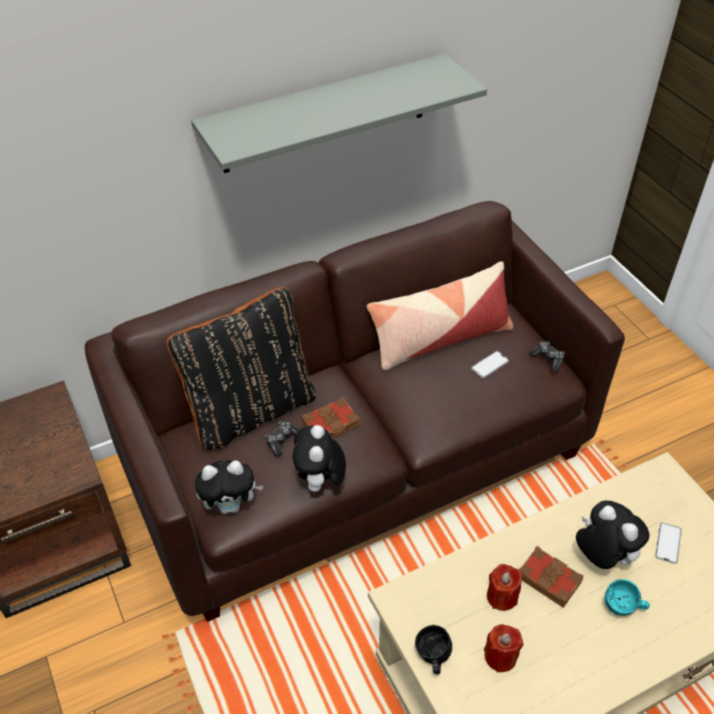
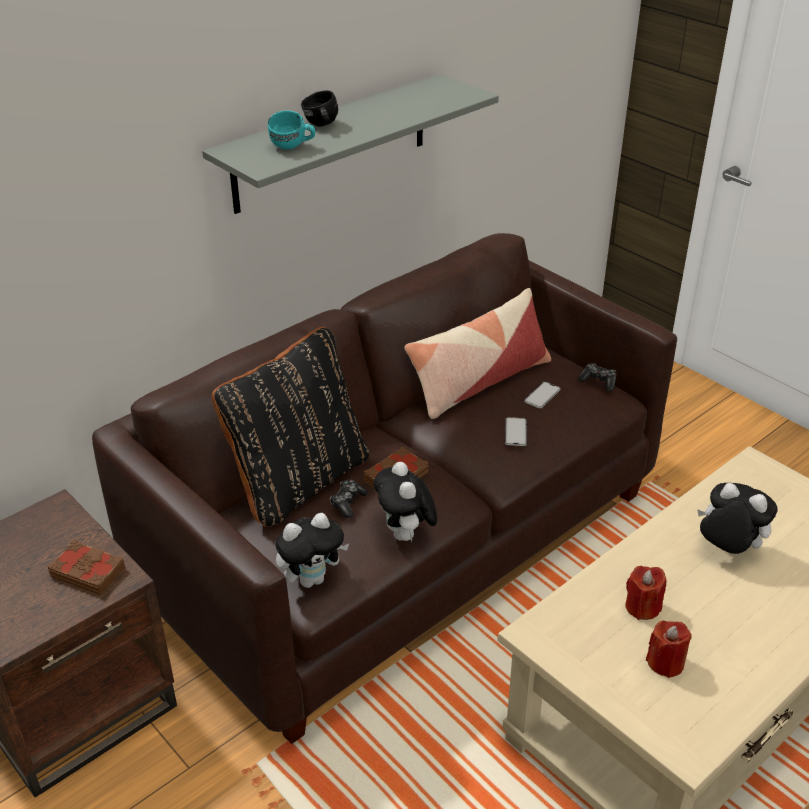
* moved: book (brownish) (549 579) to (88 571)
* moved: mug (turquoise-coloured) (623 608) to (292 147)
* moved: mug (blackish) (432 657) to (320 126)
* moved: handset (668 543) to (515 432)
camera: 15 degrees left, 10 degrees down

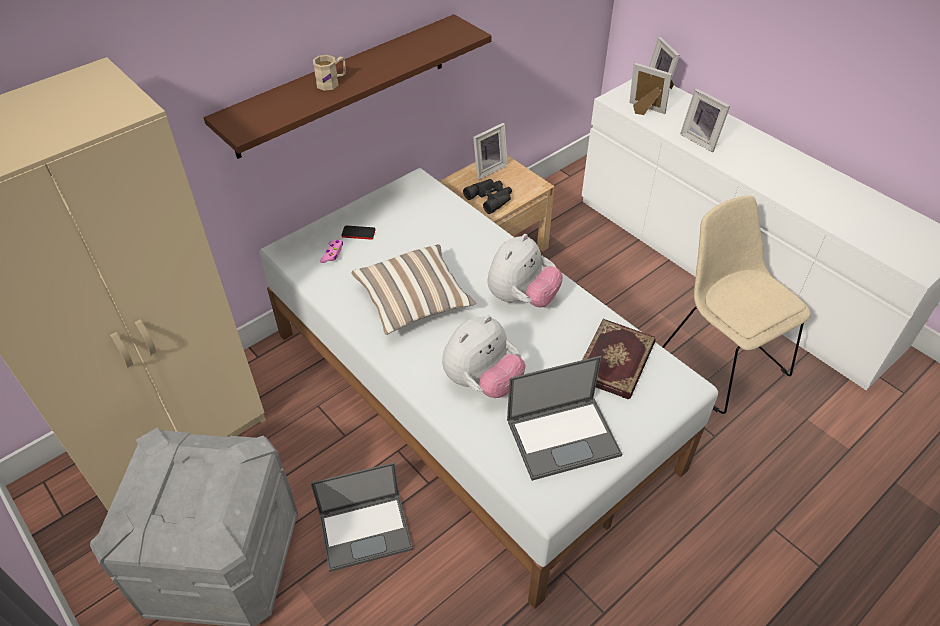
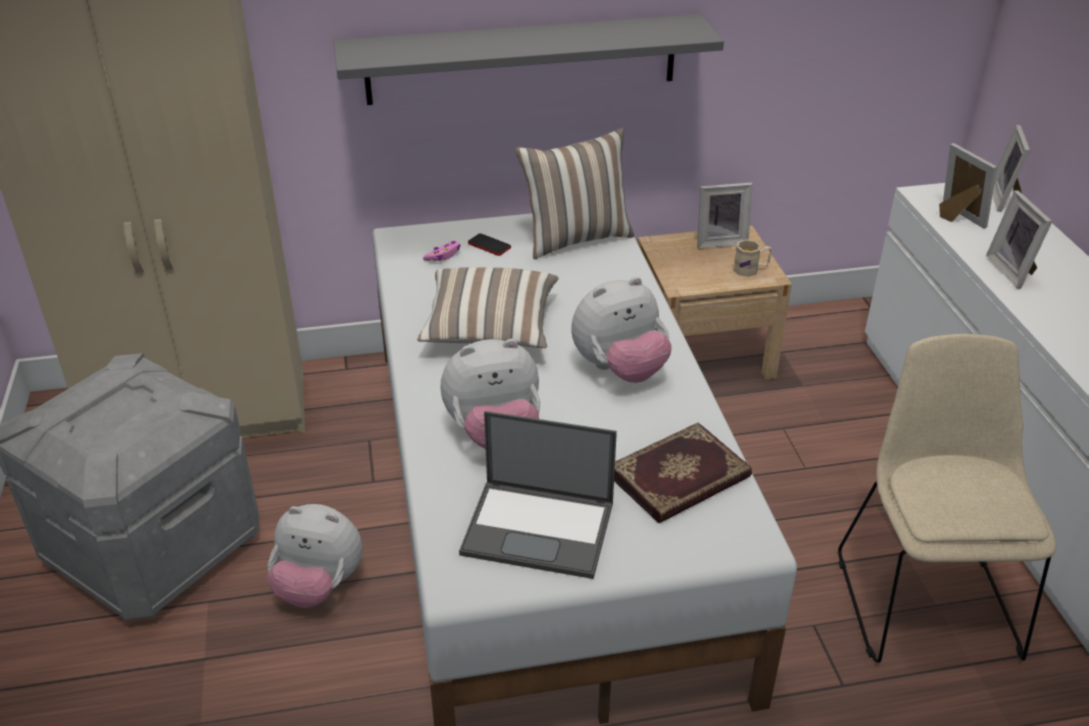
* replaced: portable computer (366 530) to soft toy (318 586)
* recoloured: bracket shelf (brownish) (342 85) to bracket shelf (grey) (522 59)
* added: pillow (576 238)
* moved: mug (sand-coloured) (332 82) to (751 269)
* removed: pair of binoculars (blackish) (491 198)
camera: 30 degrees right, 10 degrees down

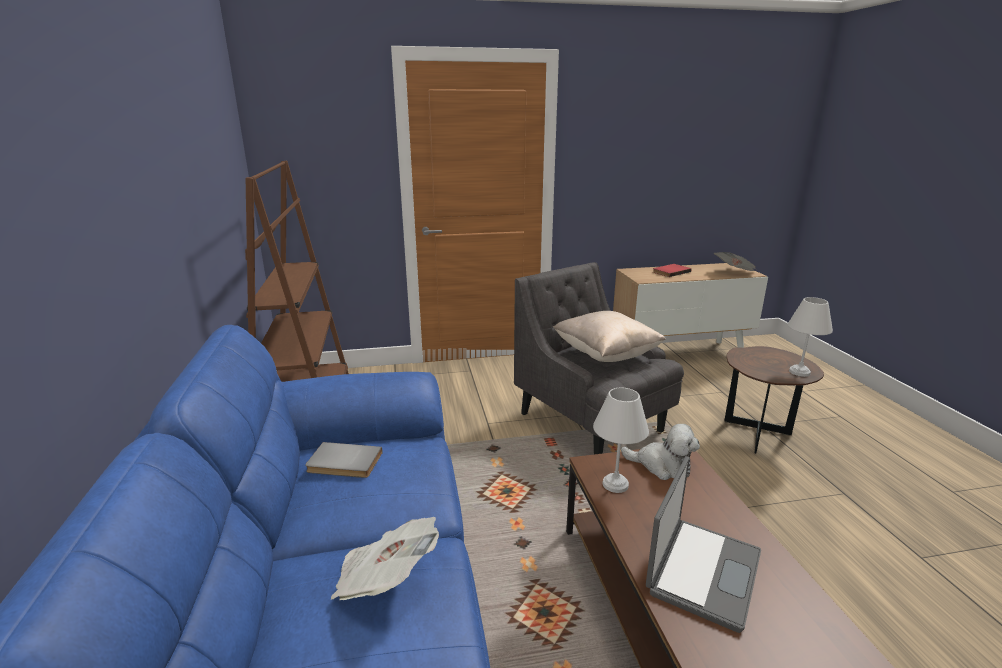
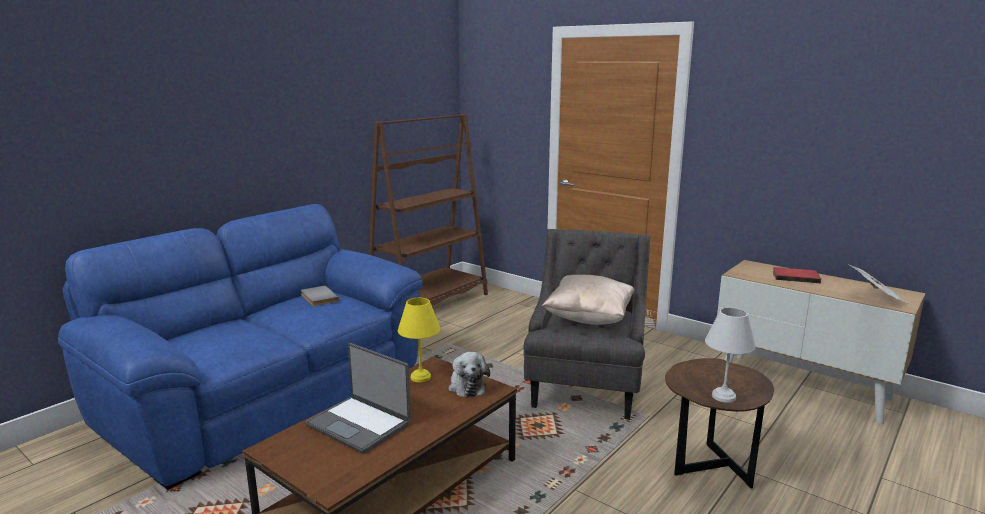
* turned: portable computer (701 571) = (360 424) 45 degrees clockwise
* recoloured: lamp for a table (whitish) (616 484) to lamp for a table (yellow-coloured) (421 377)
* removed: newspaper (386 579)
camera: 50 degrees right, 5 degrees down

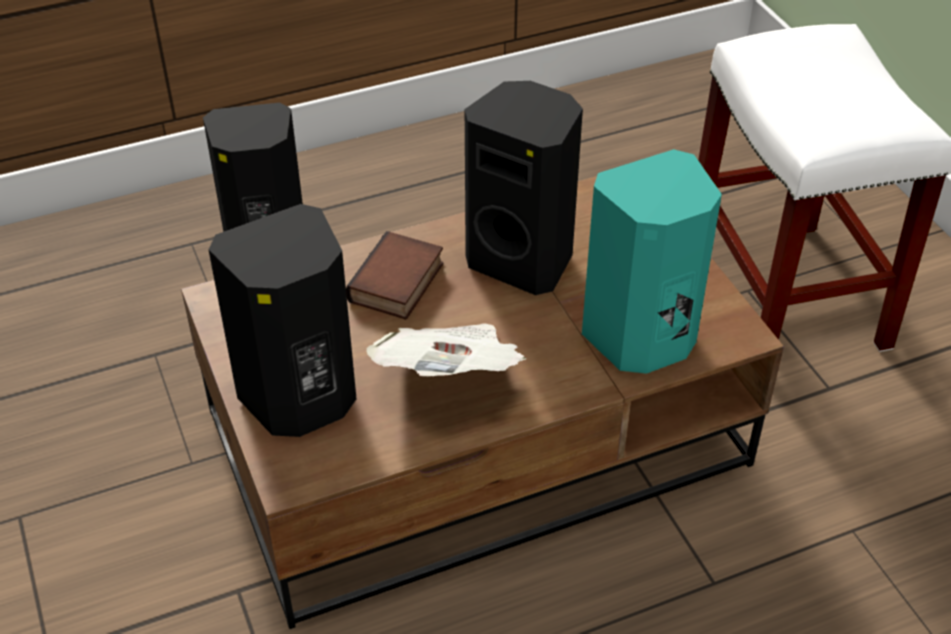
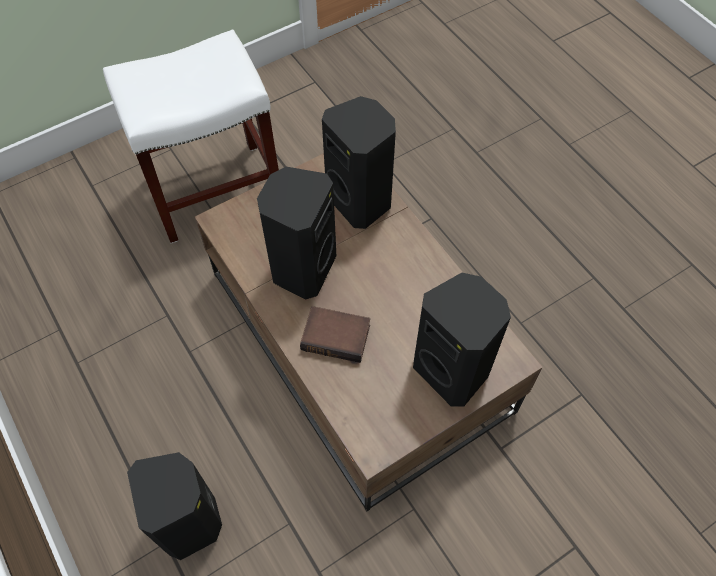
* recoloured: loudspeaker (turquoise-coloured) (641 340) to loudspeaker (blackish) (361 201)
* removed: newspaper (450 377)
camera: 100 degrees left, 15 degrees up

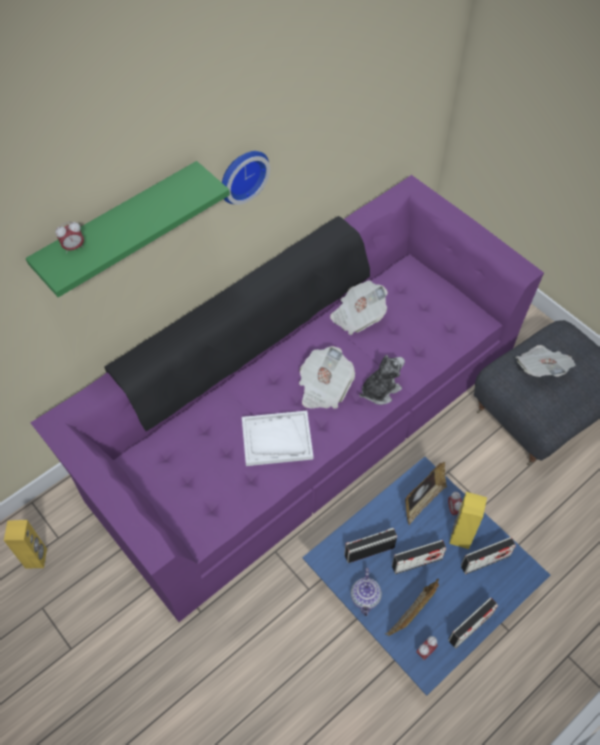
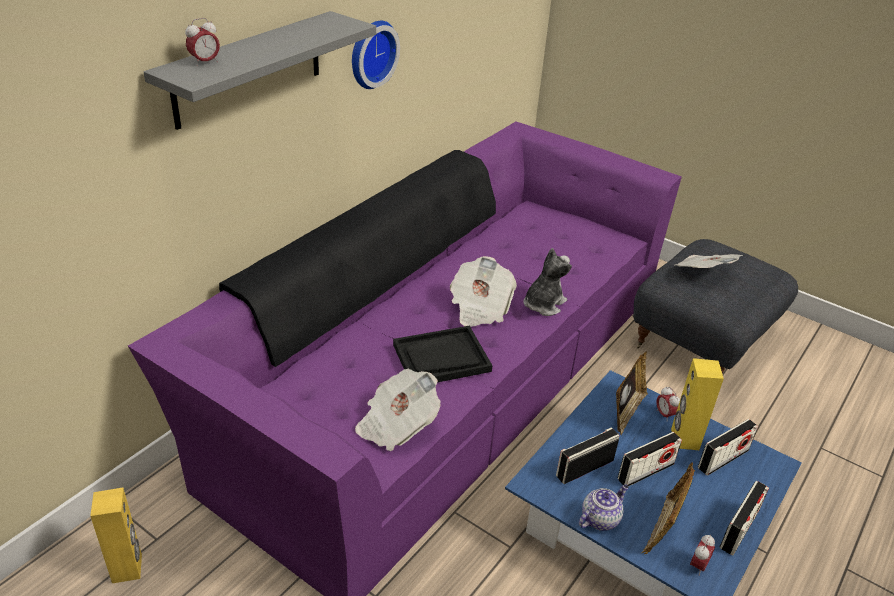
* recoloured: bracket shelf (green-coloured) (119 225) to bracket shelf (grey) (249 69)
* moved: newspaper (357 316) to (396 425)
* recoloured: serving tray (whitish) (276 439) to serving tray (blackish) (441 358)
* turned: tea pot (365 598) = (600 518) 120 degrees counterclockwise
camera: 15 degrees left, 20 degrees down

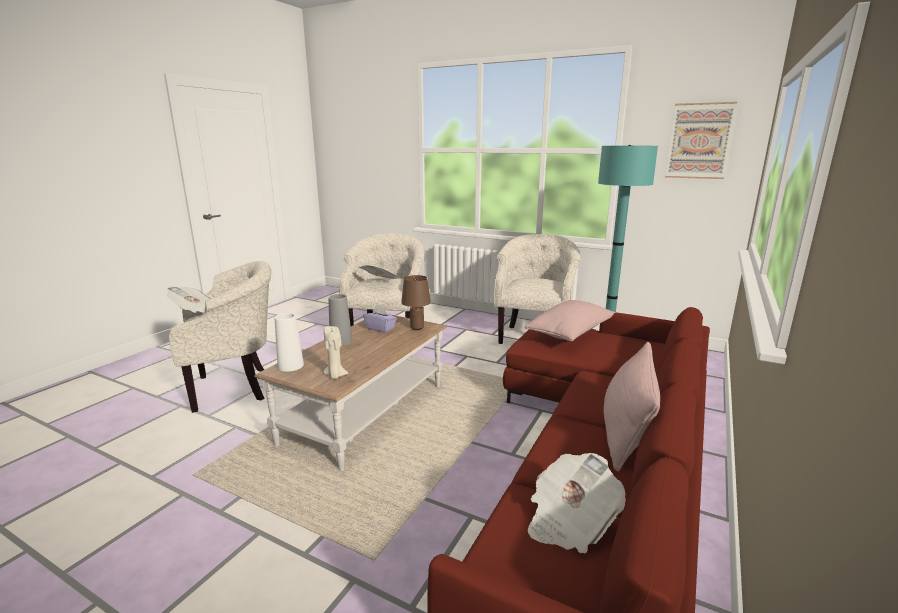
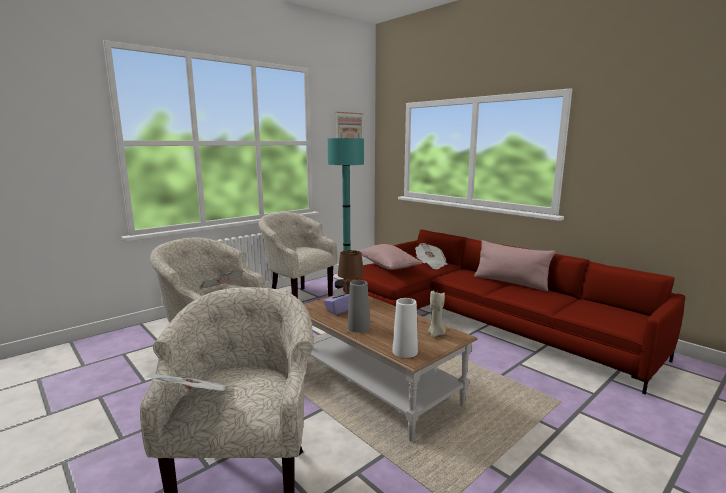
* moved: newspaper (569 521) to (430 264)
camera: 70 degrees left, 5 degrees down

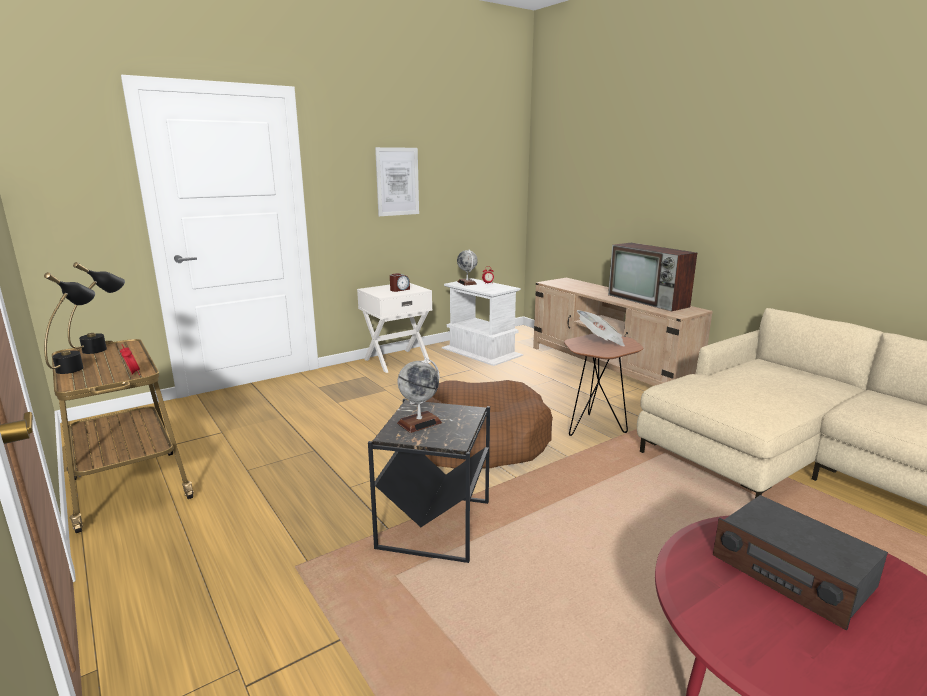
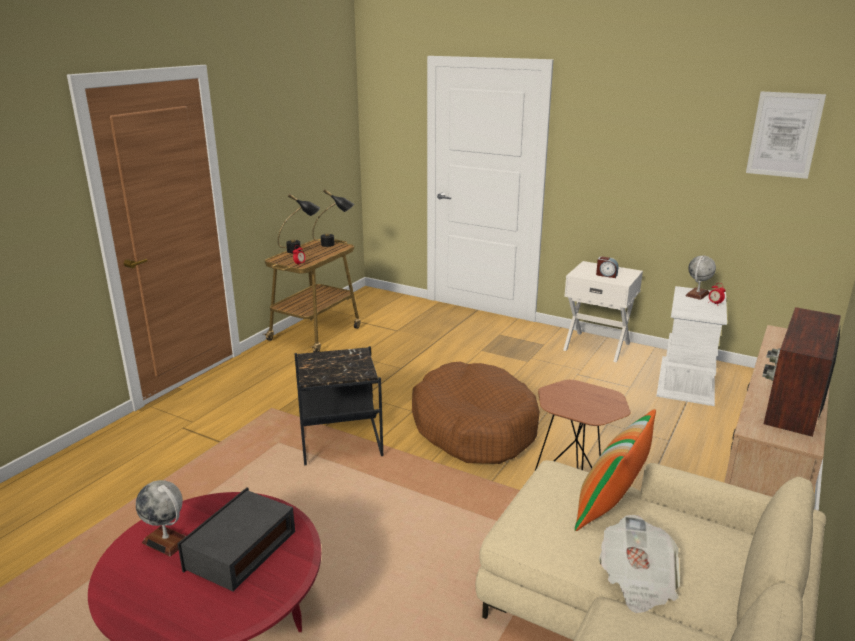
* moved: desk globe (419 423) to (166 541)
* added: pillow (610 508)
* moved: newspaper (600 341) to (637 581)
* moved: wall picture (397 181) to (784 135)
camera: 65 degrees right, 5 degrees up

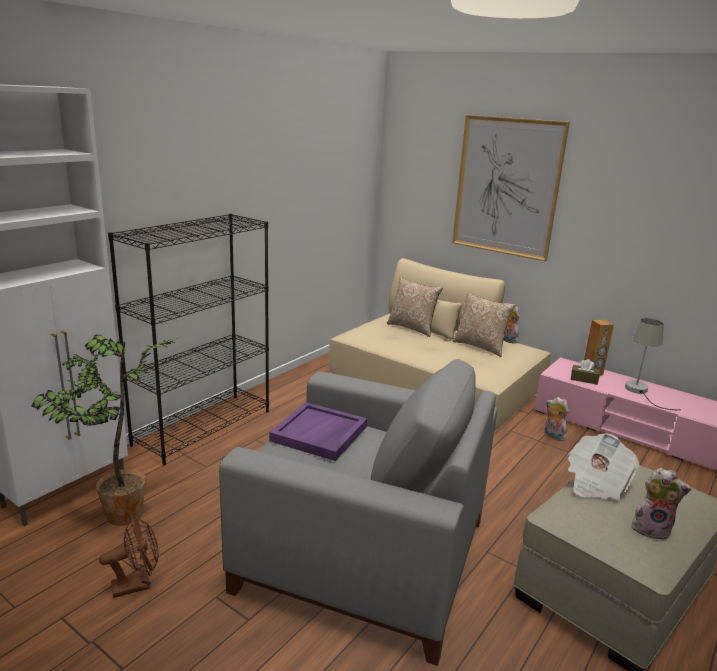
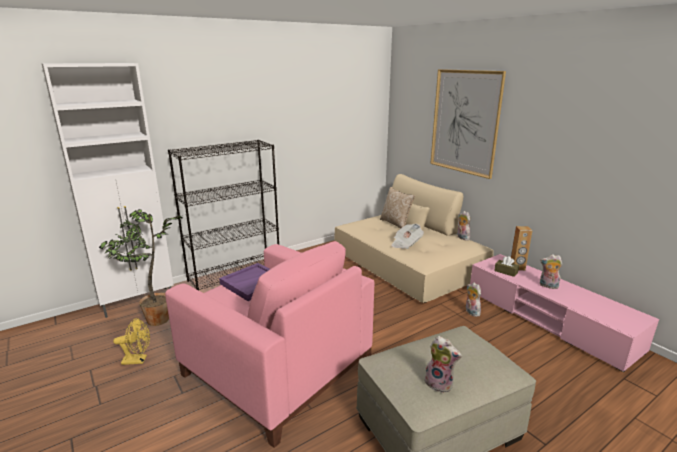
* recoloured: cooling fan (brownish) (137 584) to cooling fan (yellow-coloured) (138 360)
* recoloured: lounge chair (grey) (360 554) to lounge chair (pink) (275 368)
* moved: newspaper (596 482) to (406 244)
* replaced: lamp for a table (grey) (640 392) to soft toy (548 286)
* removed: pillow (480 346)
camera: 20 degrees right, 0 degrees up

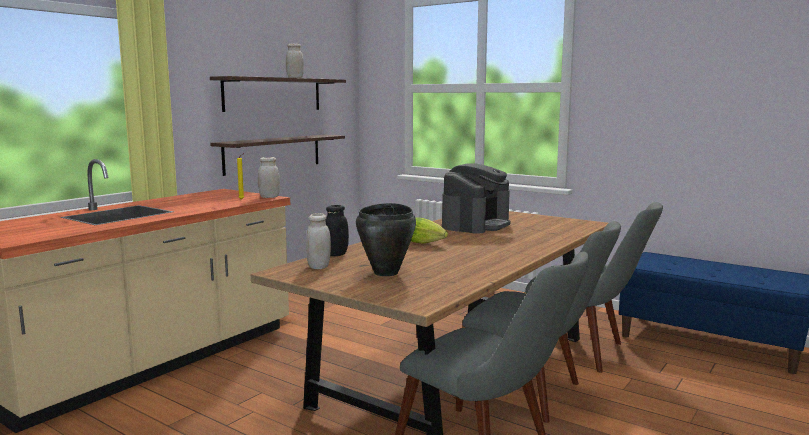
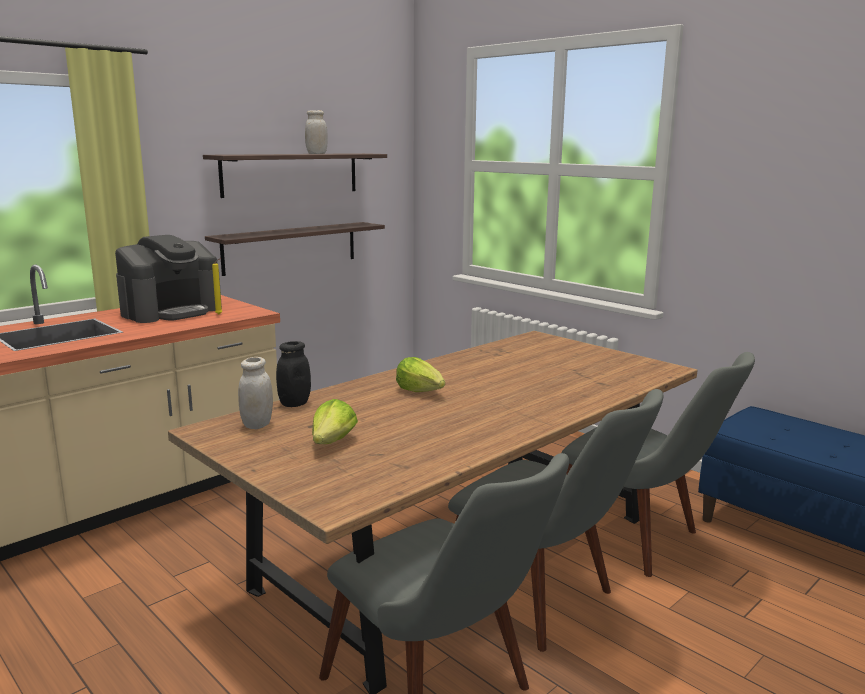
* moved: coffee machine (476 225) to (172 311)
* replaced: saucepot (blackish) (386 272) to lettuce head (333 442)
* removed: preserve jar (whitish) (269 197)
camera: 10 degrees right, 5 degrees up

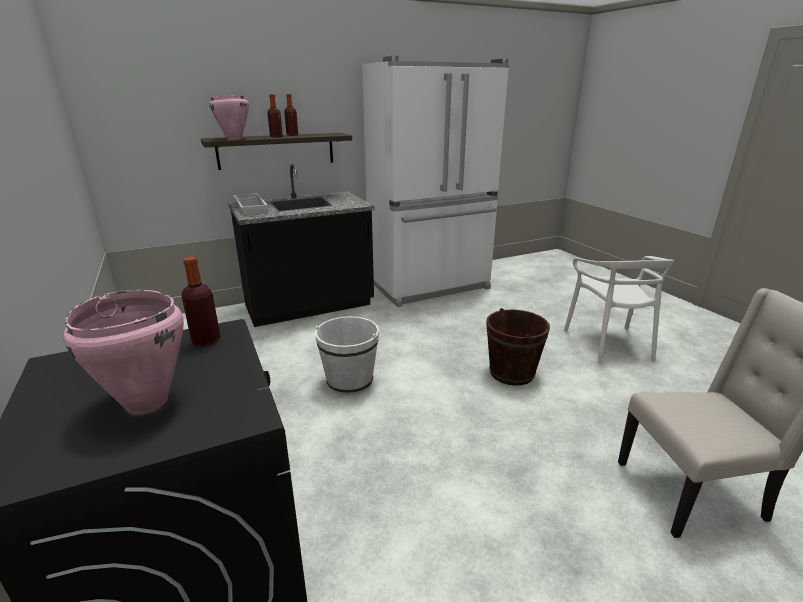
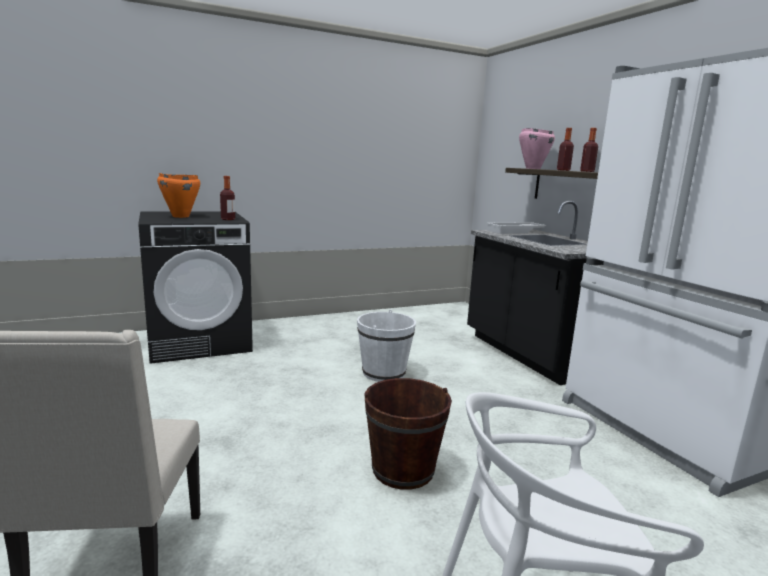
* recoloured: saucepot (pink) (146 402) to saucepot (orange-coloured) (180 216)
camera: 90 degrees right, 10 degrees down

